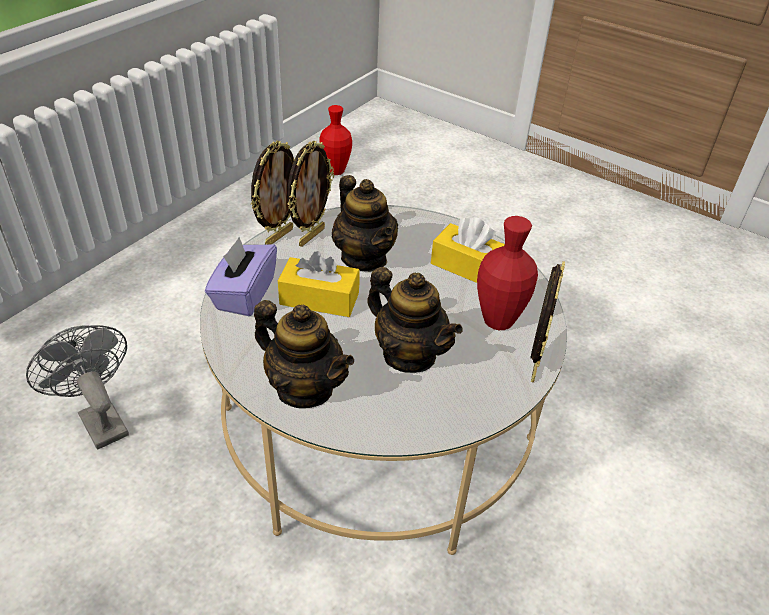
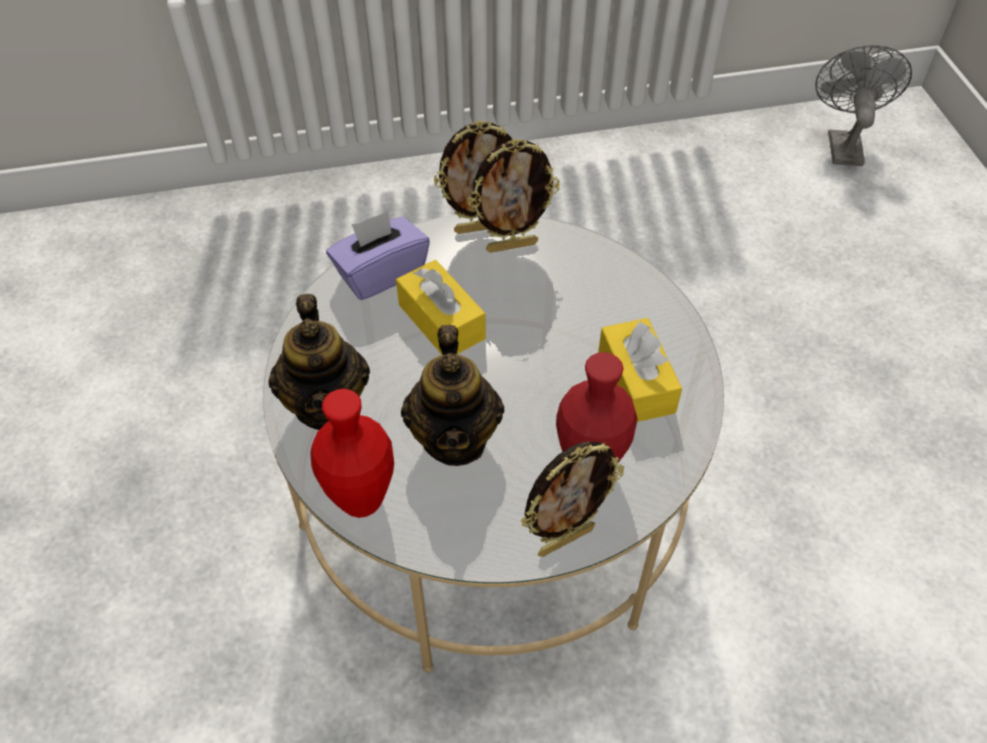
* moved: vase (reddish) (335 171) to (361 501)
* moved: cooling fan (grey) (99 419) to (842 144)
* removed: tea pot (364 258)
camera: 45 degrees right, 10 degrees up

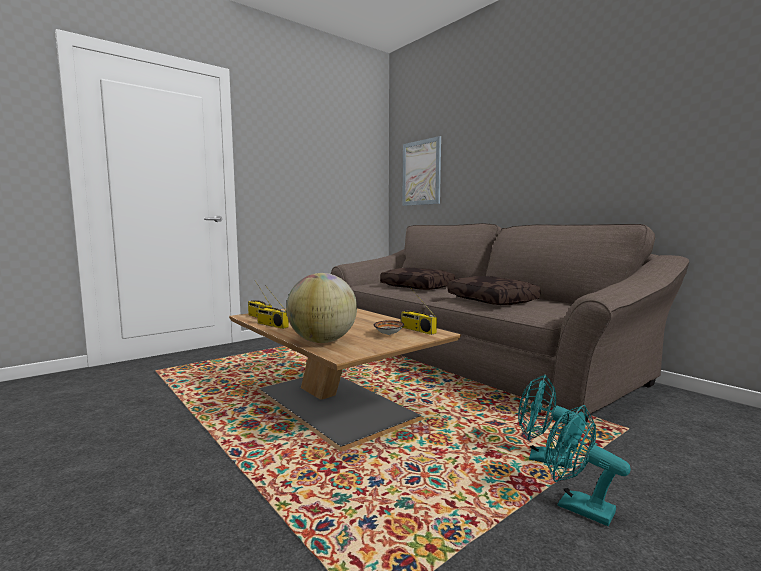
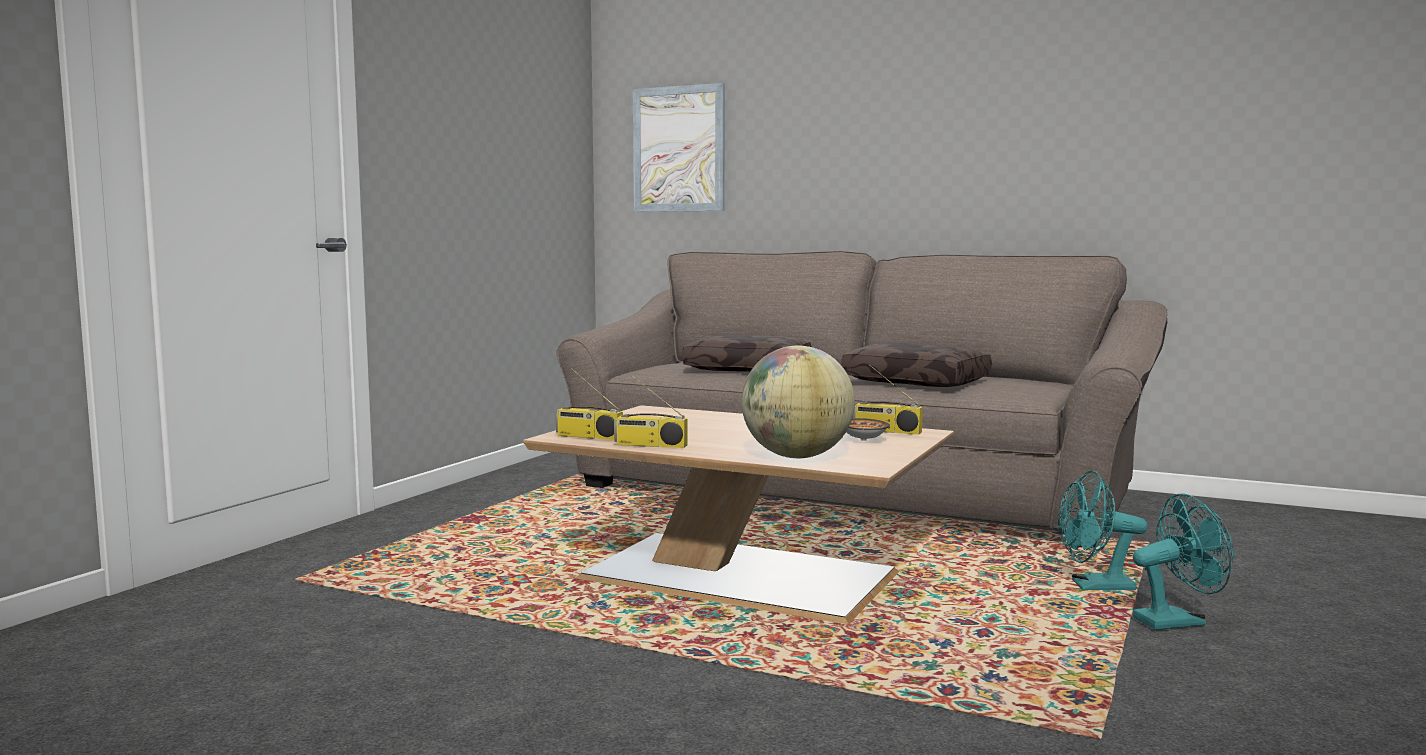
* turned: cooling fan (turquoise-coloured) (576 506) = (1177 621) 150 degrees clockwise
camera: 25 degrees left, 0 degrees up

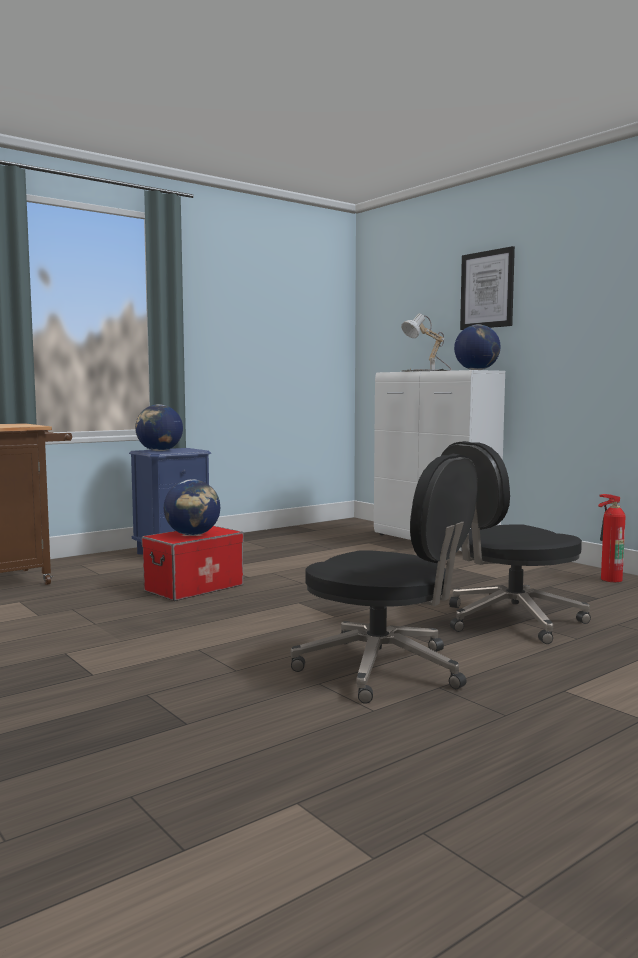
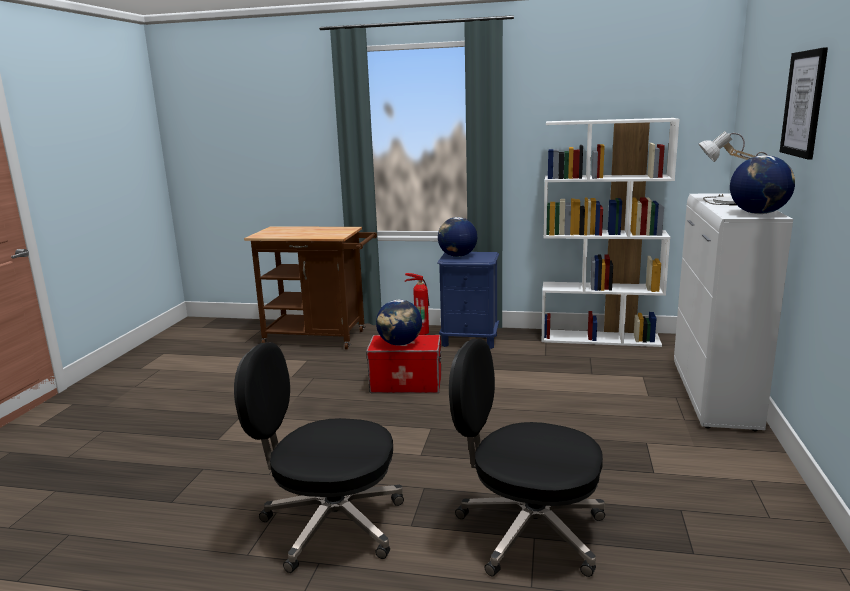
* turned: computer chair (blackish) (384 669) = (330 524) 105 degrees clockwise
* moved: extinguisher (608 579) to (421 332)
* added: shelving unit (whitish) (600 338)
camera: 50 degrees right, 10 degrees up

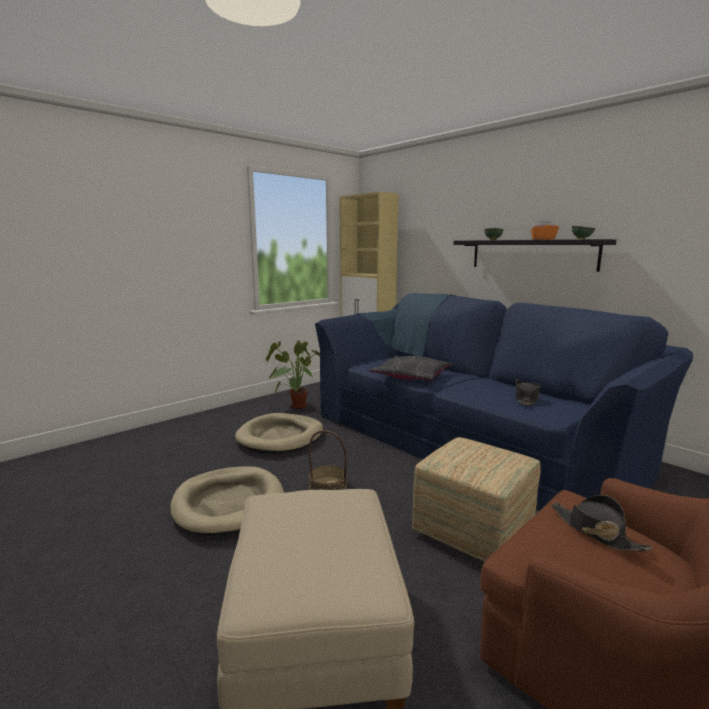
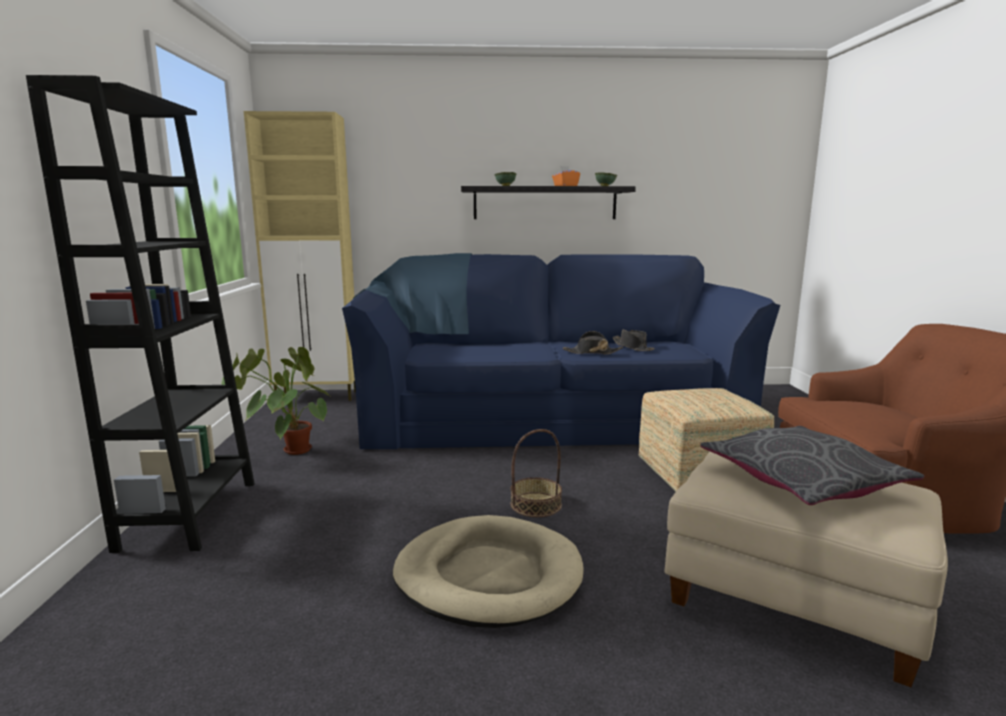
* added: shelving unit (blackish) (189 514)
* moved: wearable hat (blackish) (596 531) to (592 352)
* moved: pillow (grey) (411 376) to (801 480)
* removed: dog bed (sand-coloured) (281 437)
camera: 50 degrees left, 0 degrees up

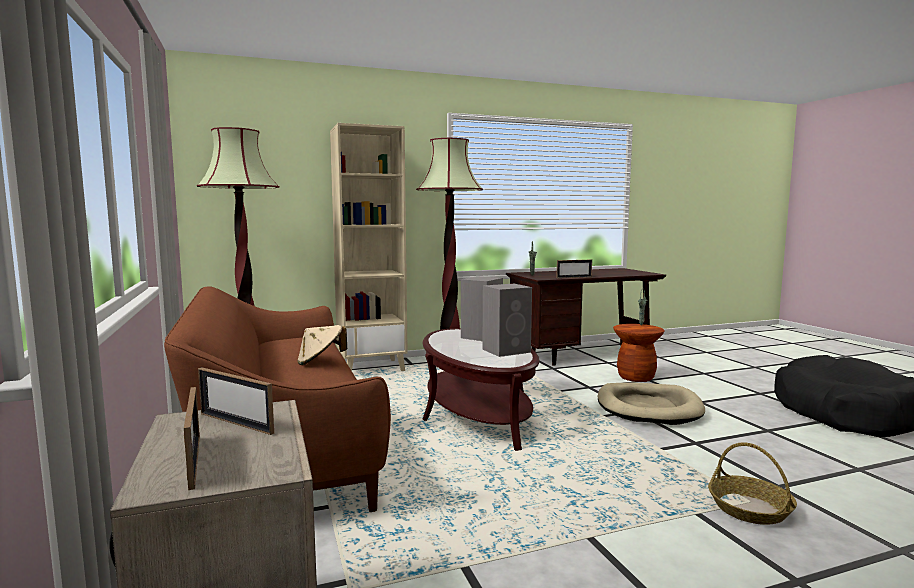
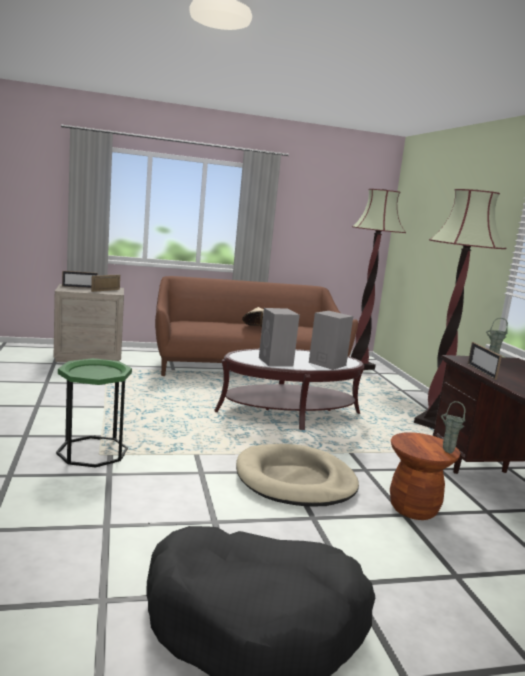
* replaced: household basket (749 508) to end table (green-coloured) (92 451)
* removed: shelving unit (sand-coloured) (372 368)
camera: 95 degrees right, 5 degrees up

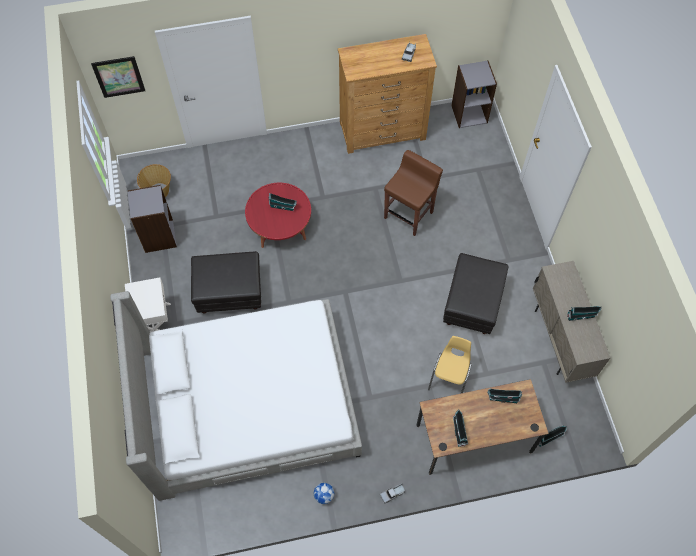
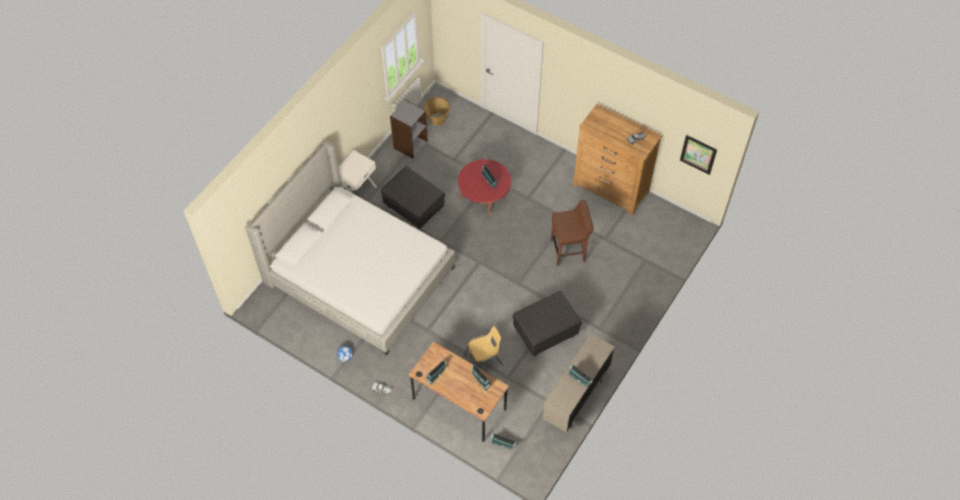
* moved: wall picture (118 76) to (698 154)
* removed: shelving unit (grey) (469 114)
camera: 45 degrees right, 5 degrees down

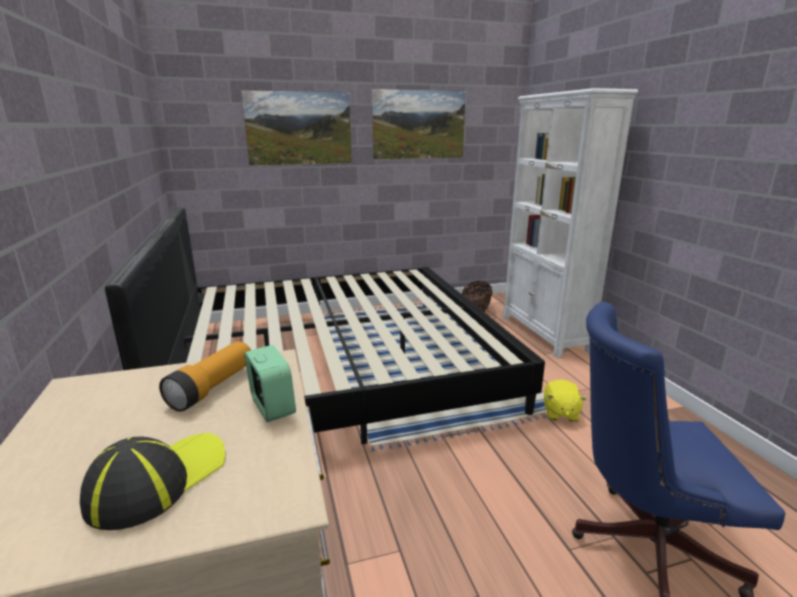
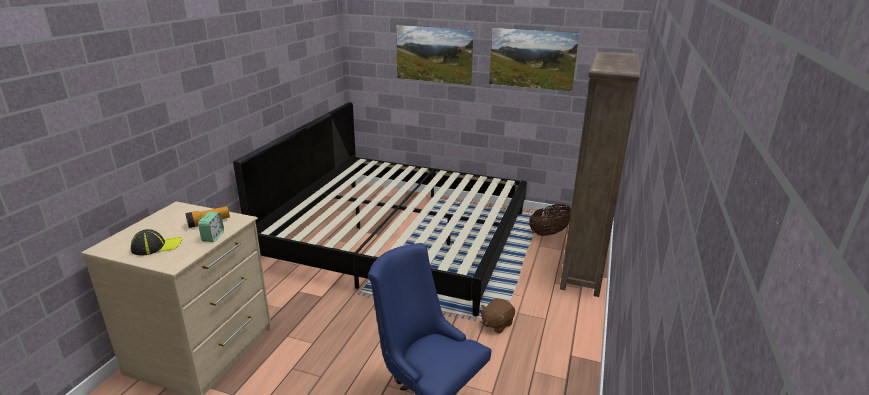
* recoloured: soft toy (yellow-coloured) (560 413) to soft toy (brownish) (496 324)
* recoloured: shelving unit (whitish) (544 333) to shelving unit (brownish) (583 268)
camera: 35 degrees right, 5 degrees up

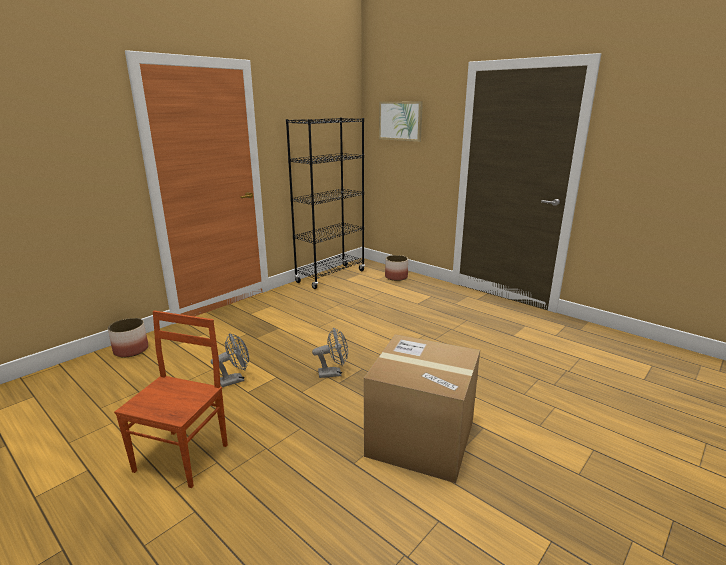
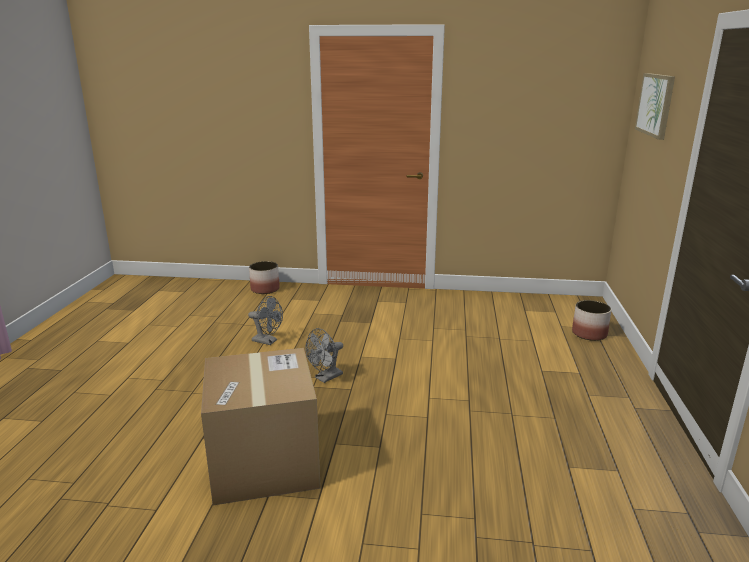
* turned: cooling fan (grey) (333 373) = (325 378) 90 degrees clockwise
* removed: plain chair (brownish) (183 457)
* removed: shelving unit (blackish) (330 276)
camera: 55 degrees right, 0 degrees up

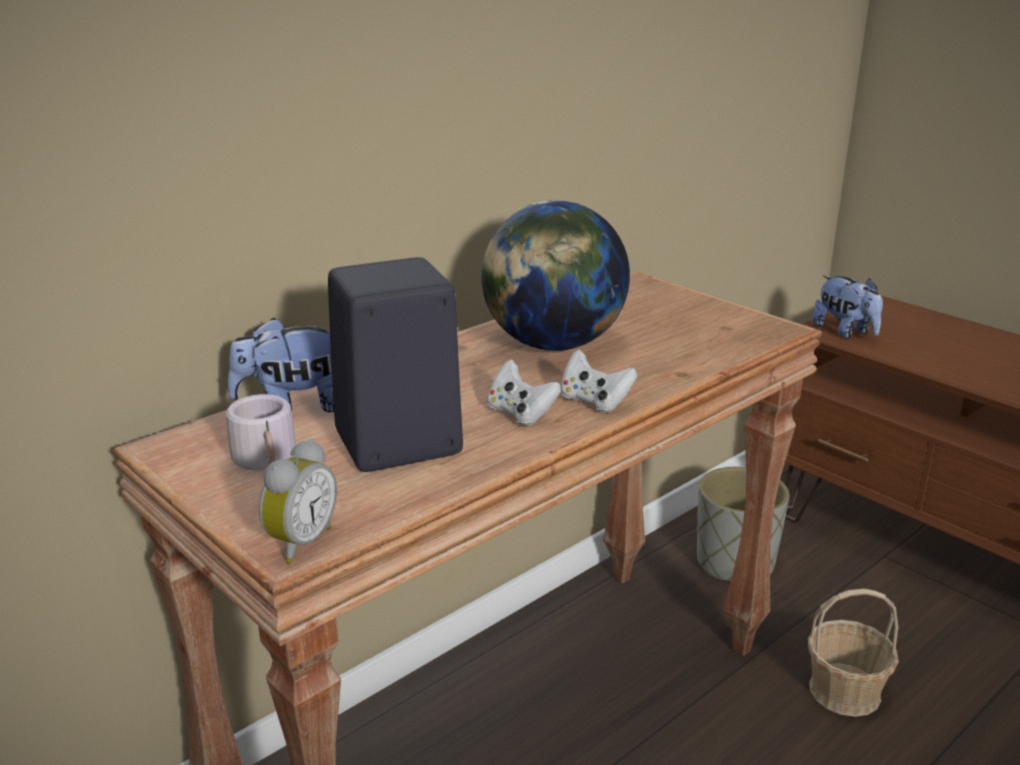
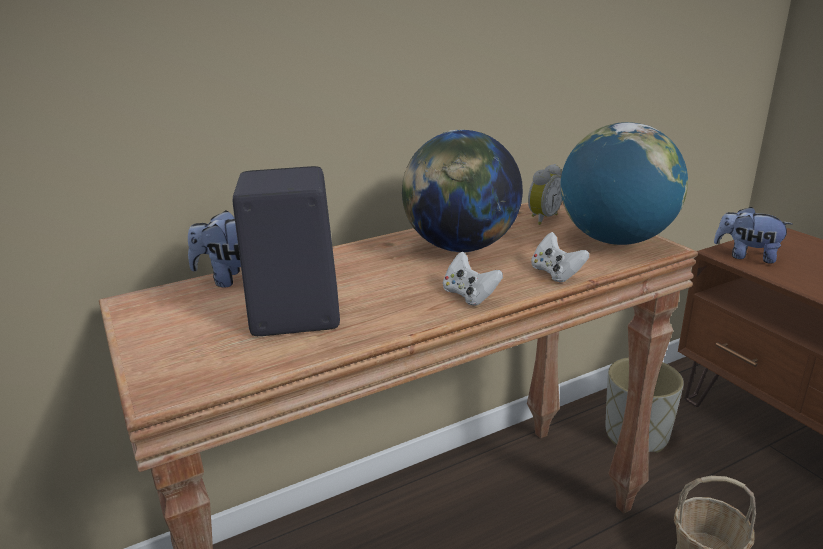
* moved: bedside clock (299 542) to (542 218)
* moved: joypad (whitish) (520 414) to (556 273)
* added: desk globe (615 240)
* turned: soft toy (845 332) = (747 256) 135 degrees clockwise
* removed: mug (grey) (270 460)
camera: 15 degrees right, 0 degrees up

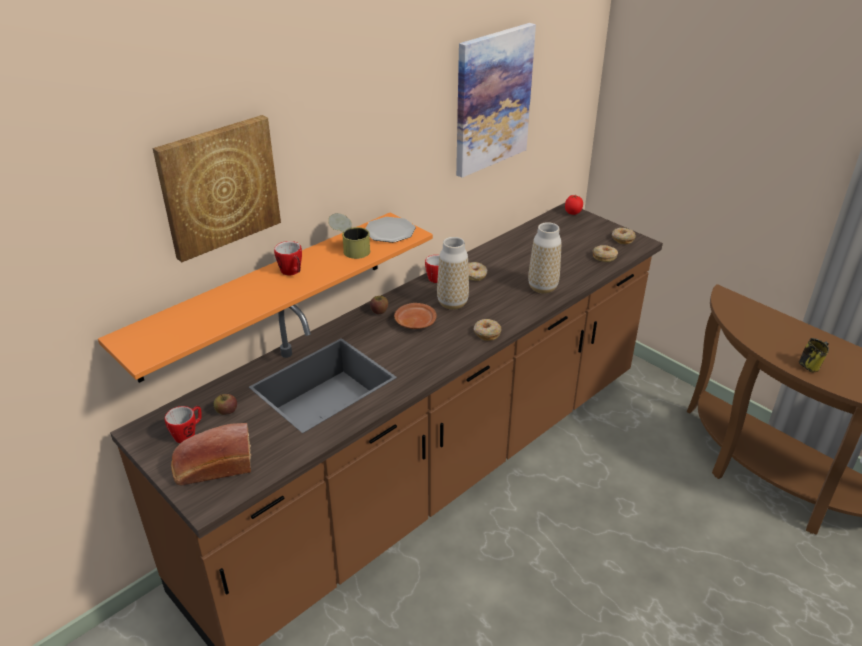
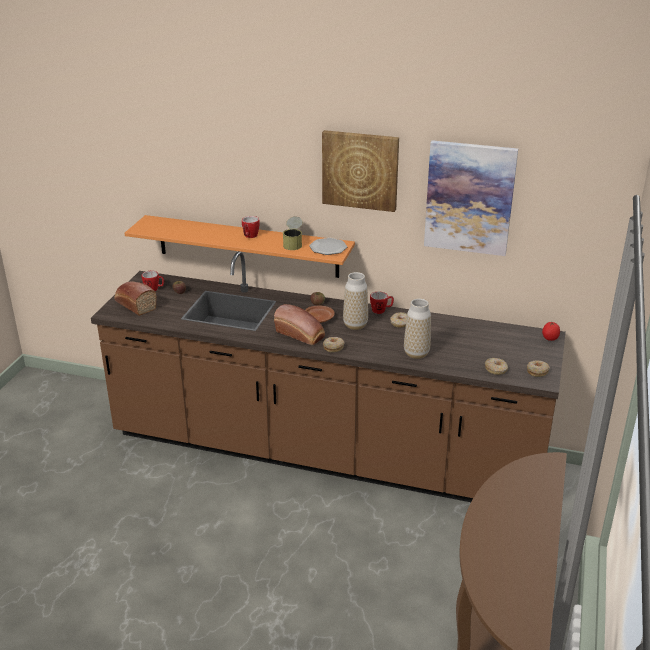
* added: baked bread (301 335)
* moved: wall picture (219 186) to (360 170)
* removed: mug (810 366)
camera: 60 degrees right, 5 degrees down

